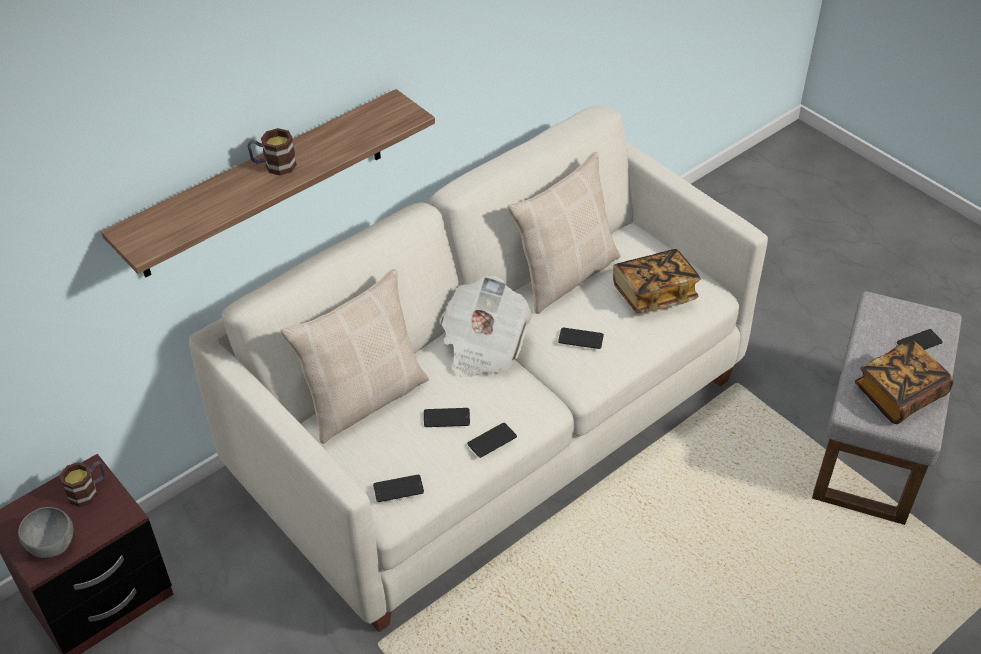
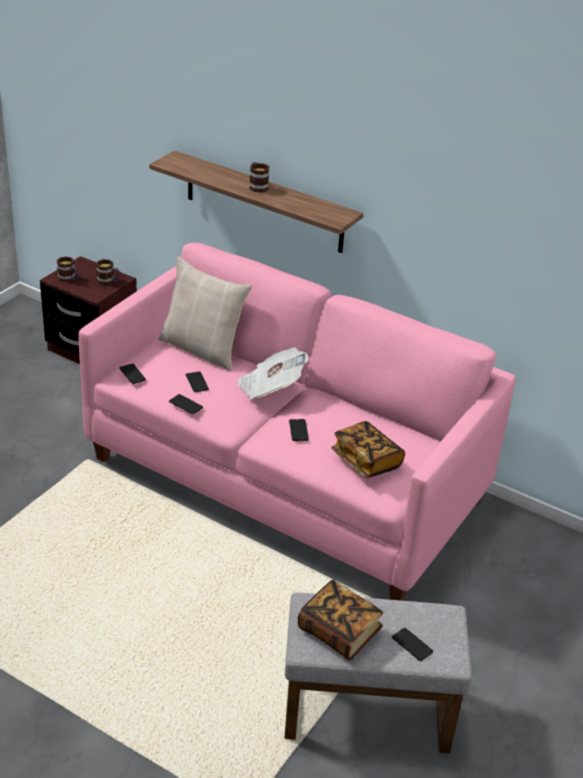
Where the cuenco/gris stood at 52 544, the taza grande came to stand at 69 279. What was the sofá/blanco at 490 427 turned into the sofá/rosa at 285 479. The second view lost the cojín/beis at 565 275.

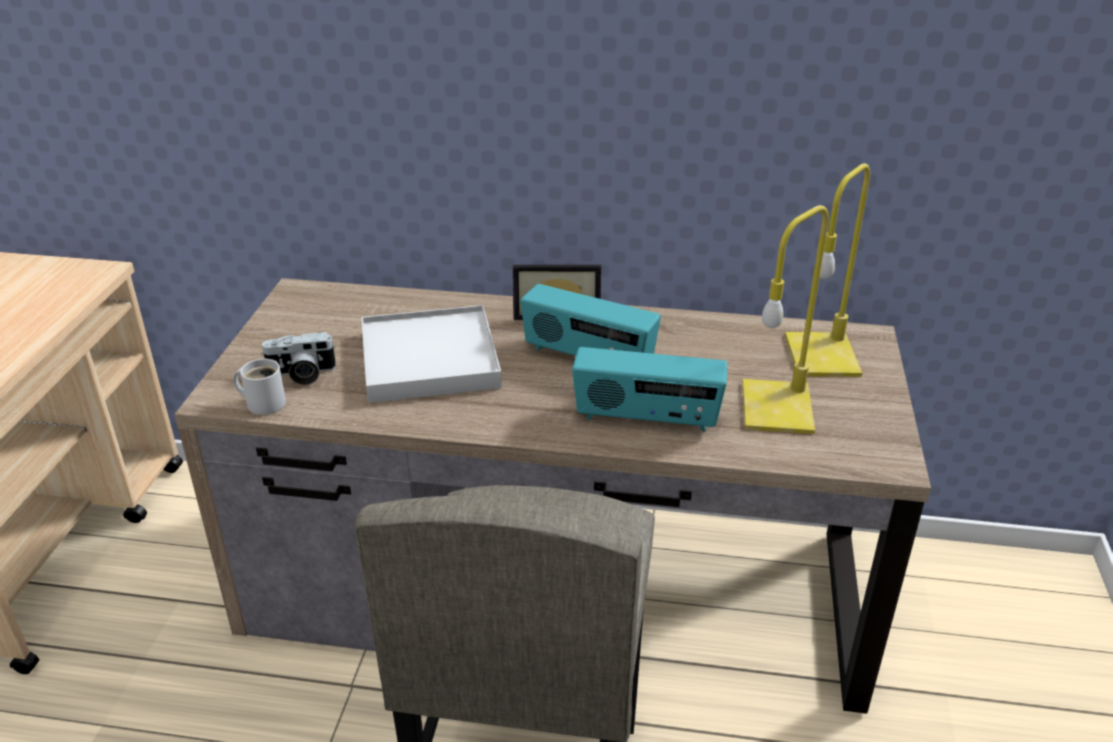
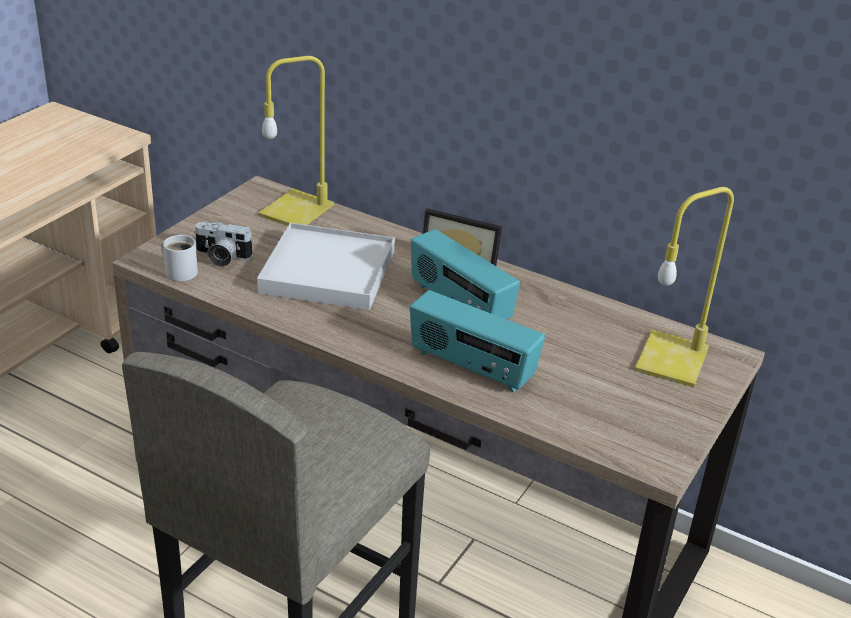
The lámpara de mesa/amarillo ended up elsewhere, having gone from 775 405 to 297 209.

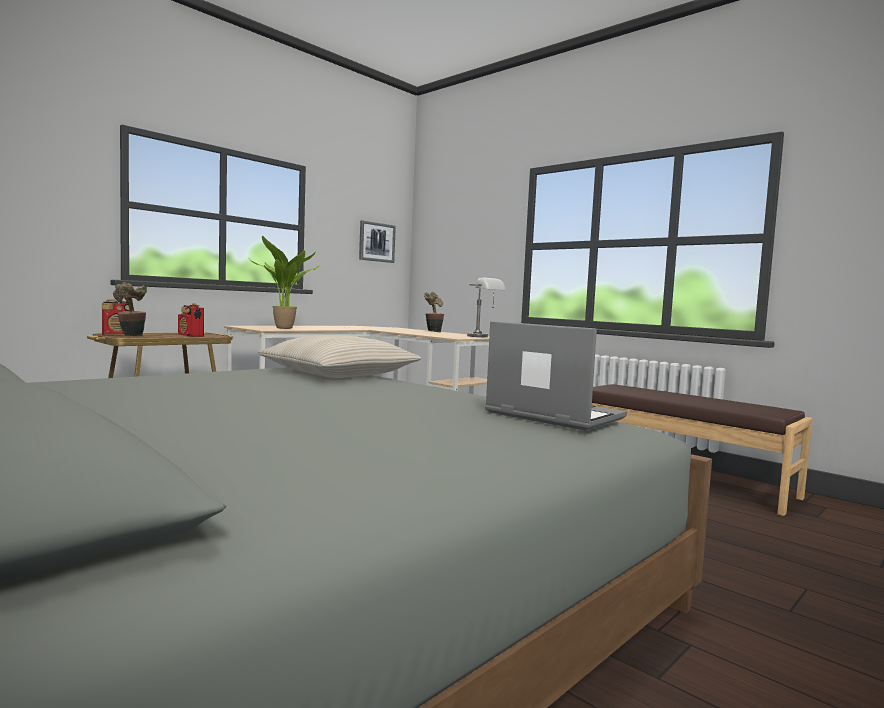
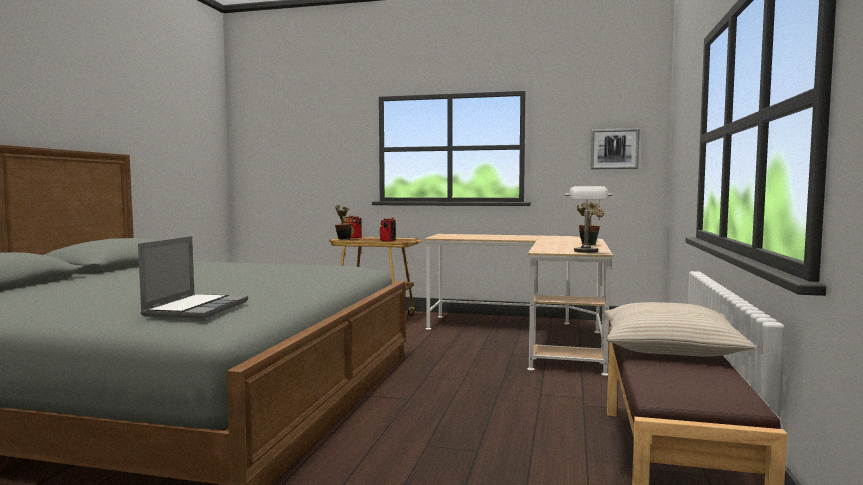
The cojín/beis ended up elsewhere, having gone from 339 374 to 669 347. The second view lost the planta en maceta at 286 328.

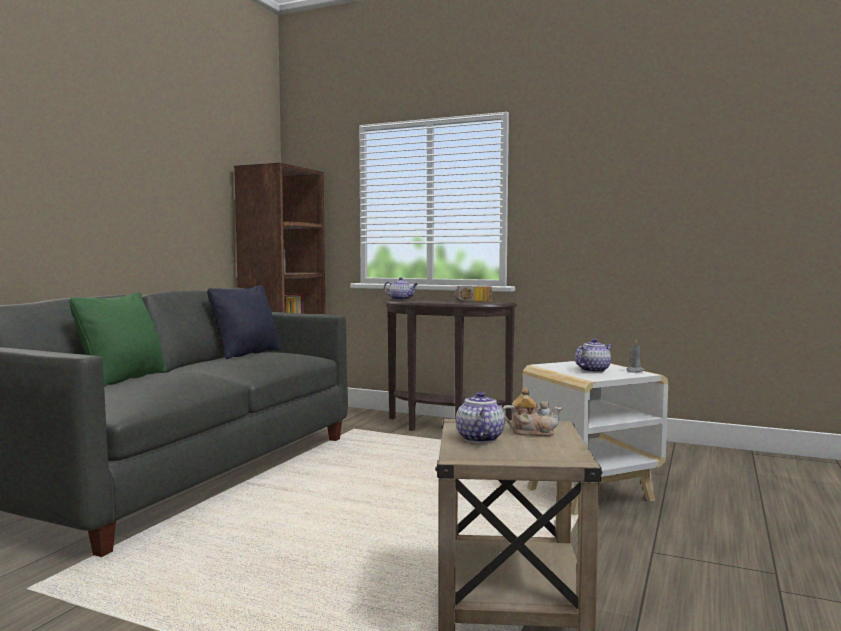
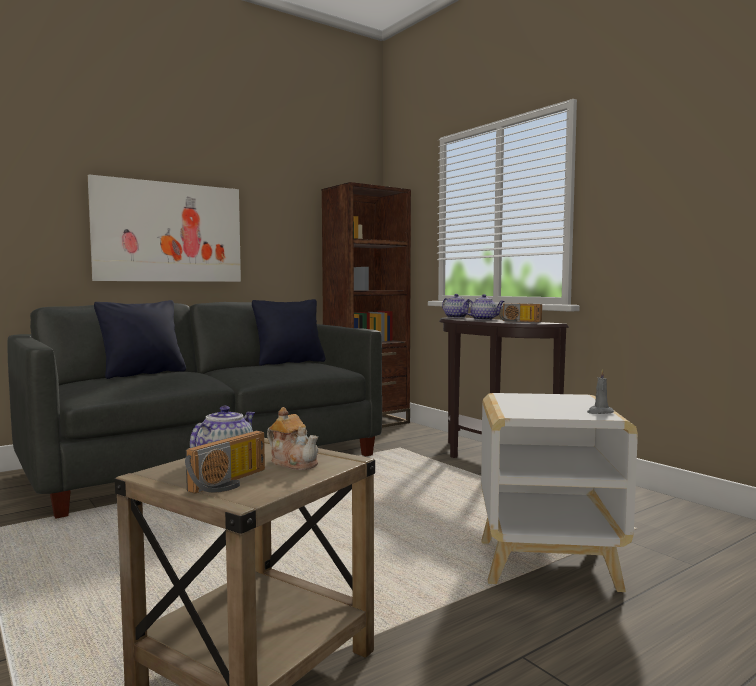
The second view gained the cuadro at 168 232. What was the cojín/verde at 124 379 turned into the cojín/negro at 143 374. The second view gained the radio at 231 483. The tetera ended up elsewhere, having gone from 593 370 to 484 319.

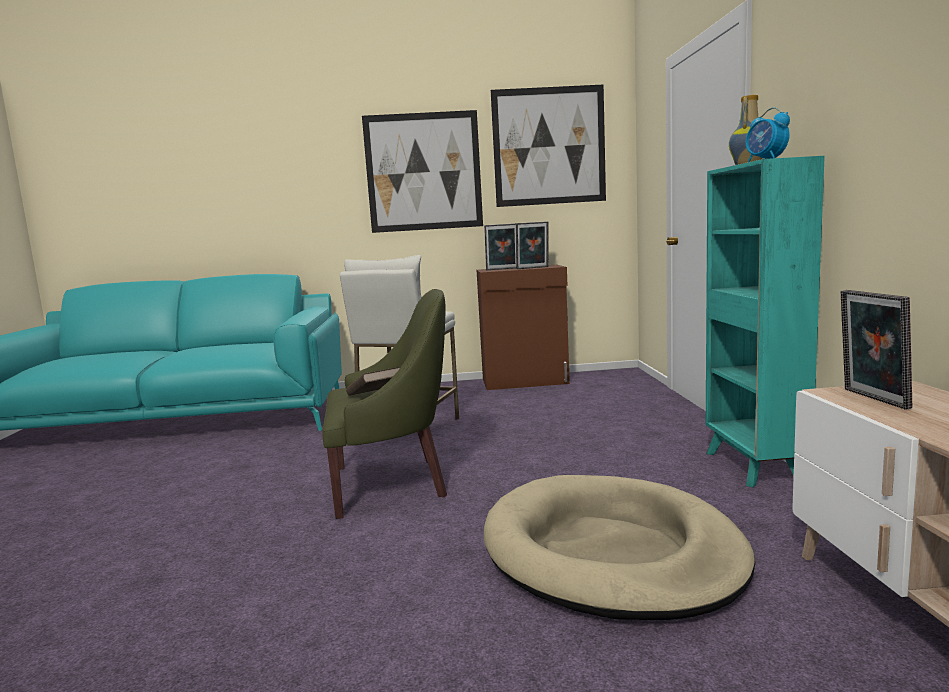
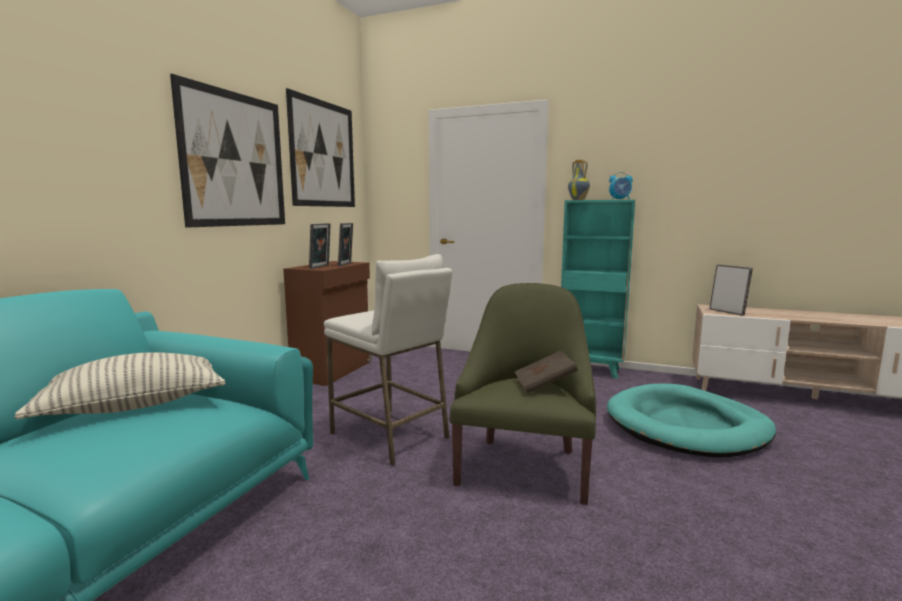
The second view gained the cojín at 134 406. What was the cama para perro/beis at 611 552 turned into the cama para perro/turquesa at 686 426. The portarretratos at 871 399 ended up facing another way, 135 degrees counterclockwise from before.

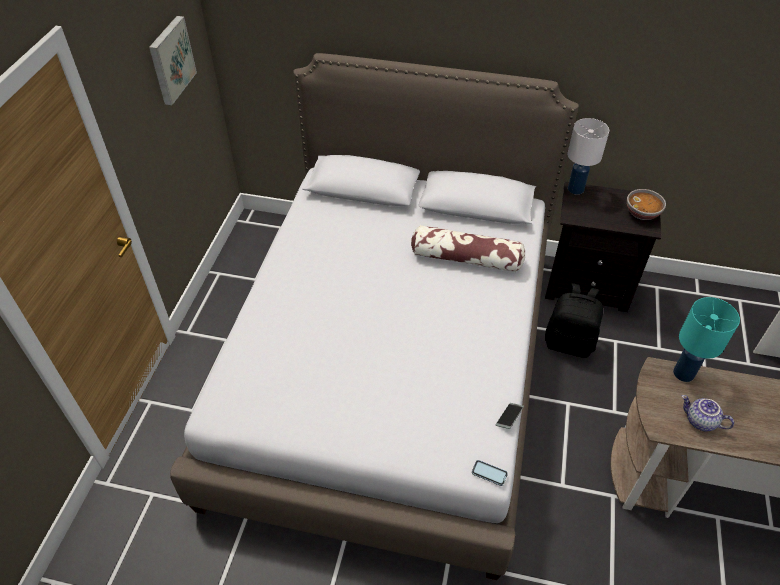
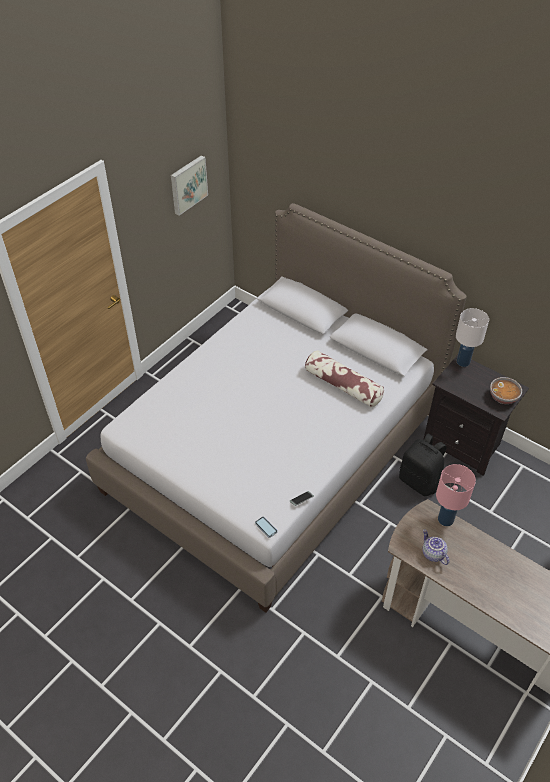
What was the lámpara de mesa/turquesa at 683 373 turned into the lámpara de mesa/rosa at 445 519.

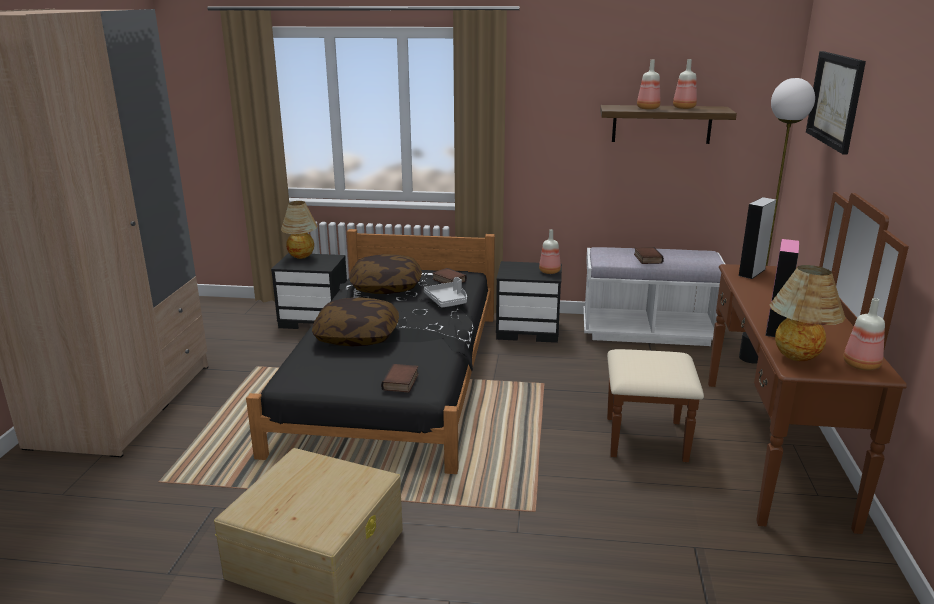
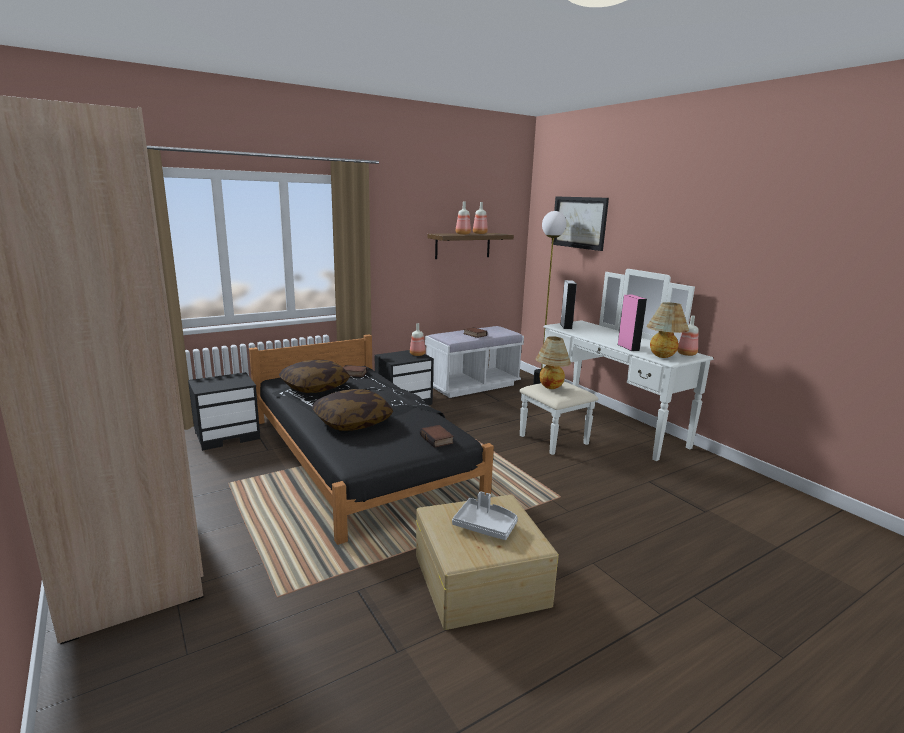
The bandeja/gris ended up elsewhere, having gone from 447 301 to 485 525. What was the cómoda/marrón at 743 445 turned into the cómoda/blanco at 597 428. The lámpara de mesa ended up elsewhere, having gone from 301 257 to 550 388.

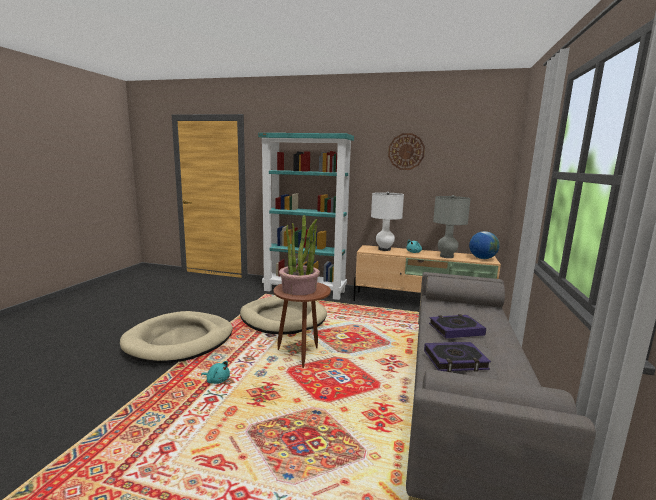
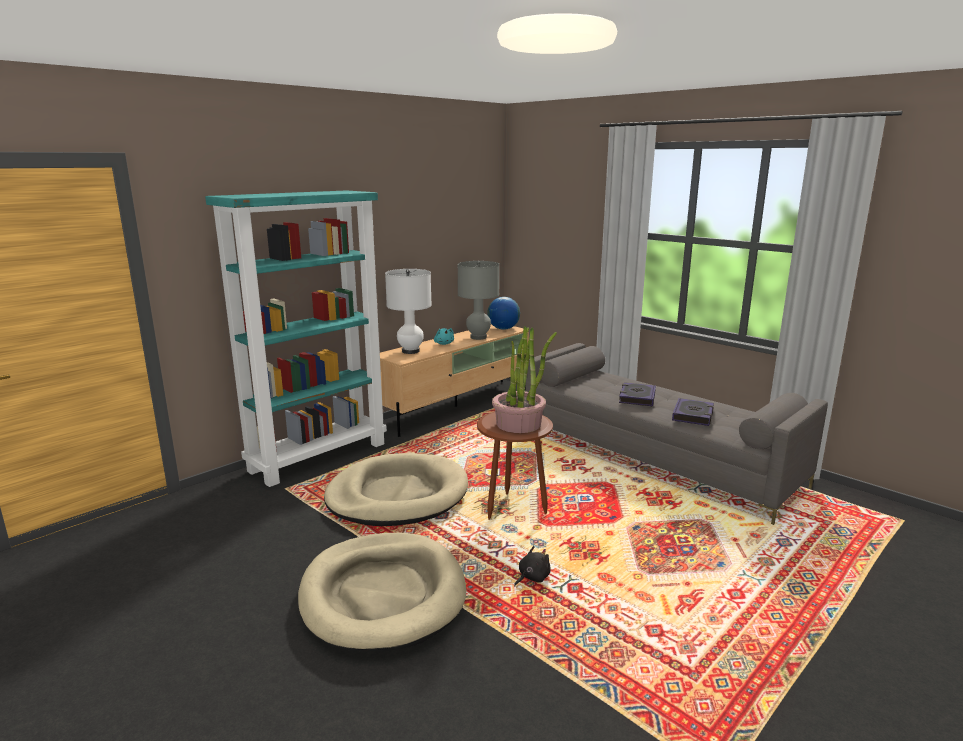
What was the peluche/turquesa at 217 380 turned into the peluche/negro at 532 577. The second view lost the reloj de pared at 406 151.

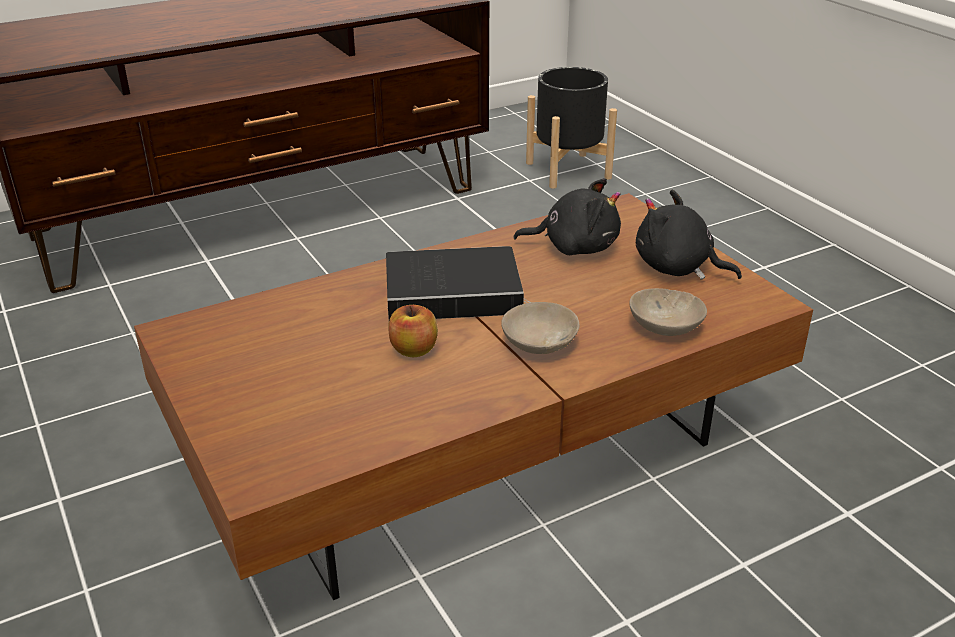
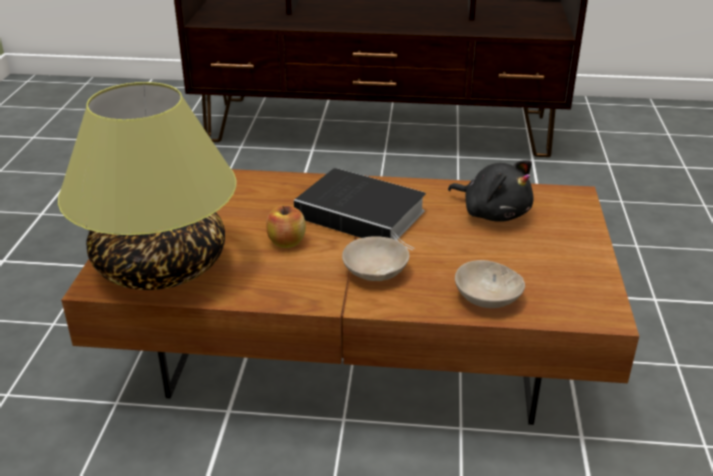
The second view gained the lámpara de mesa at 160 265. The second view lost the maceta/negro at 568 170. The second view lost the peluche/negro at 677 268.

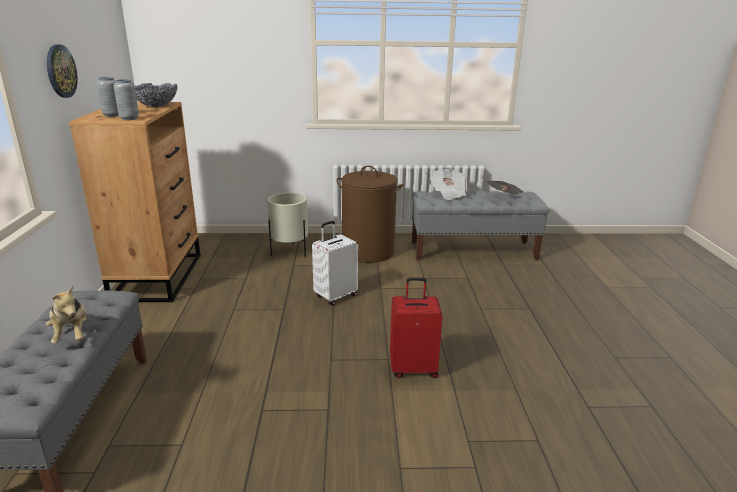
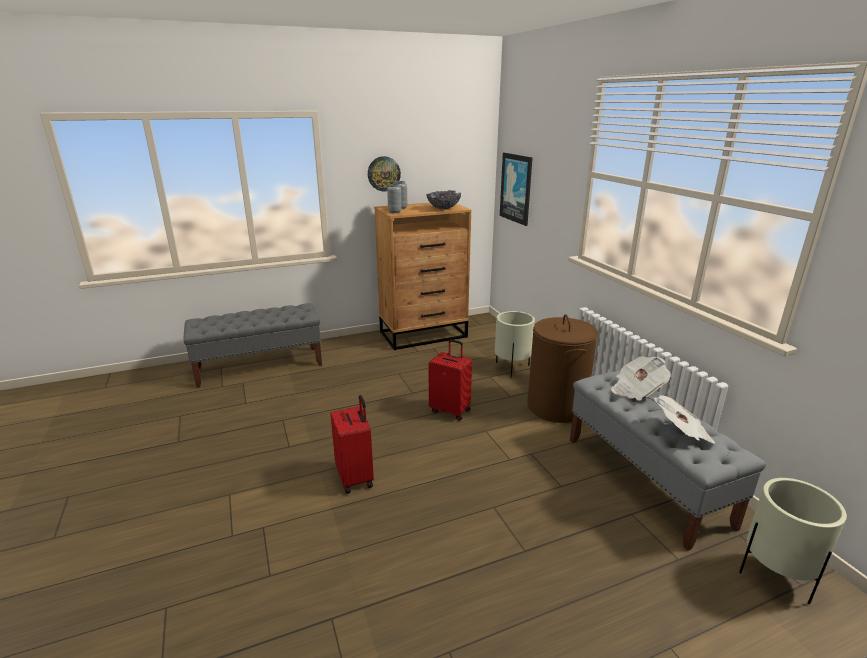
What was the maleta/blanco at 335 296 turned into the maleta/rojo at 450 410. The second view gained the cuadro at 516 188. The second view gained the maceta/beis at 775 576. The second view lost the peluche at 72 334.

